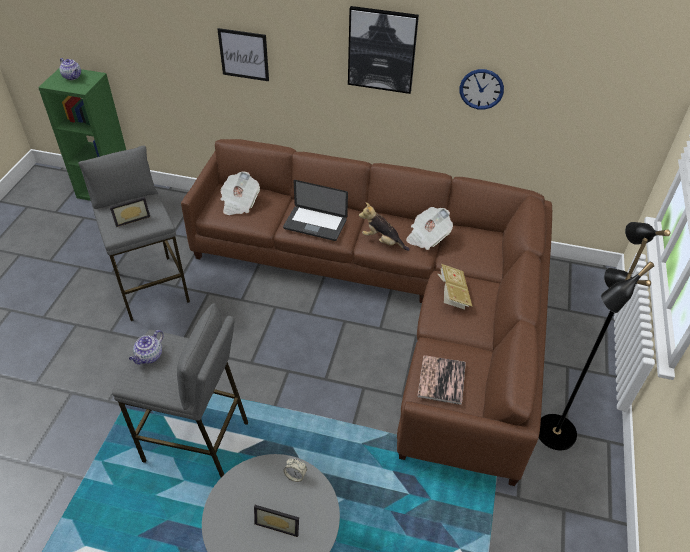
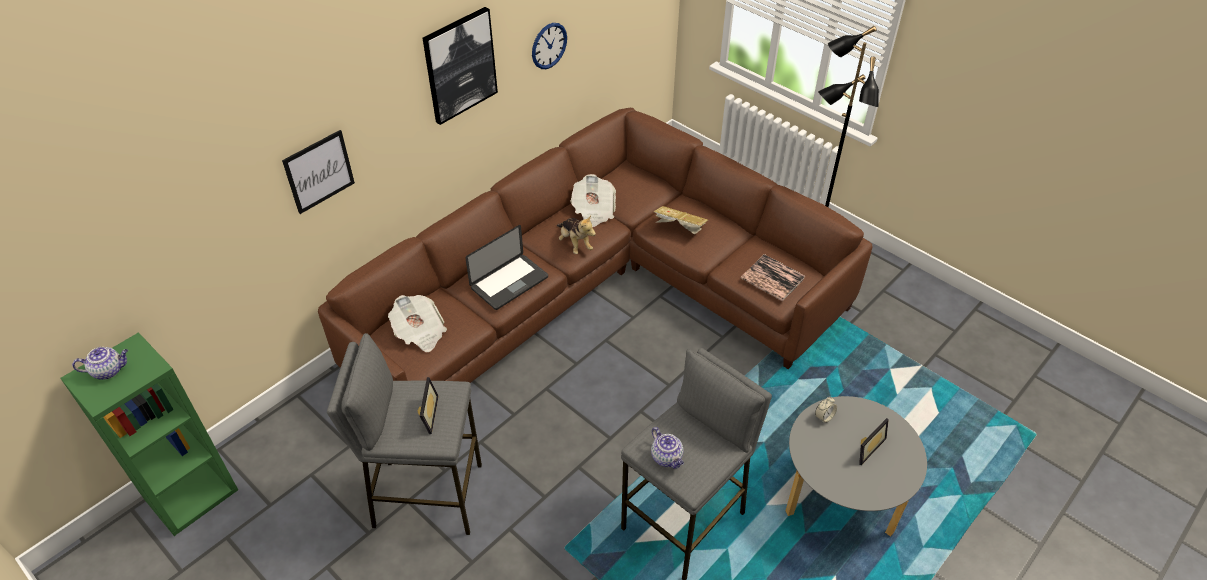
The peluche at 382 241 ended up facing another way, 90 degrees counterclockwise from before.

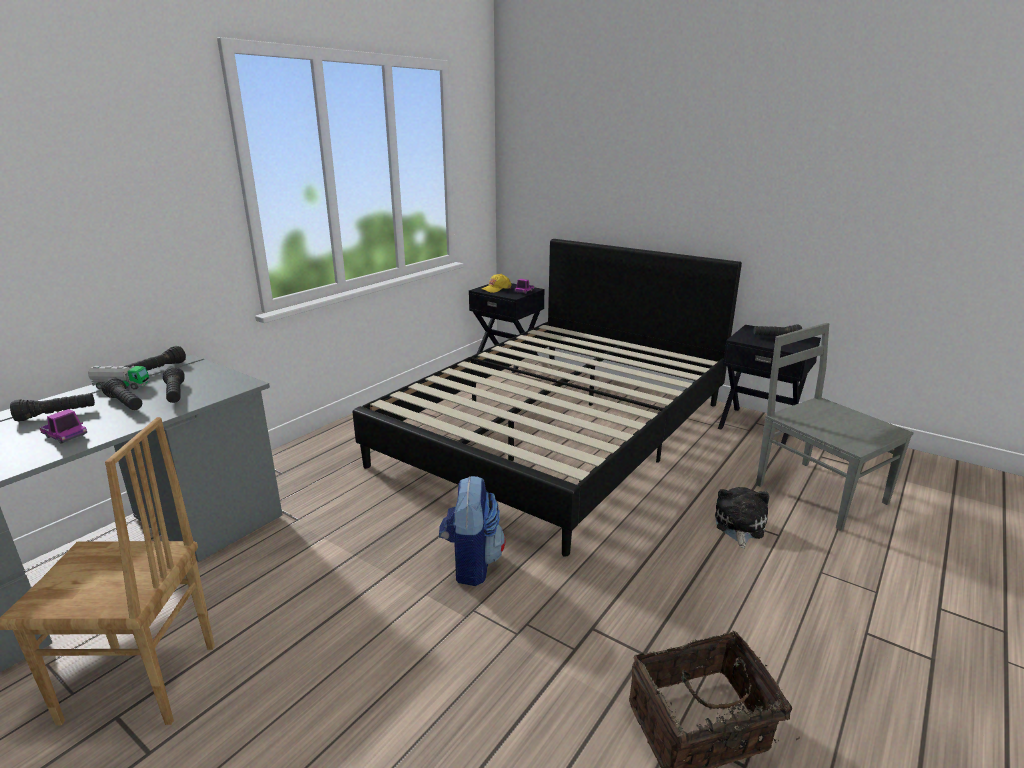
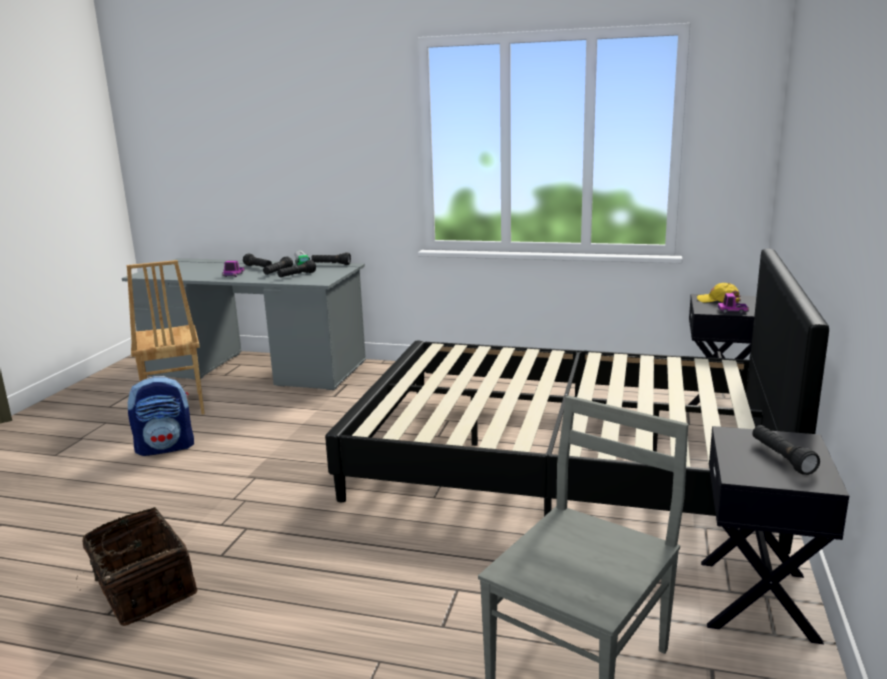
The mochila ended up elsewhere, having gone from 471 563 to 166 447. The second view lost the peluche at 739 526.

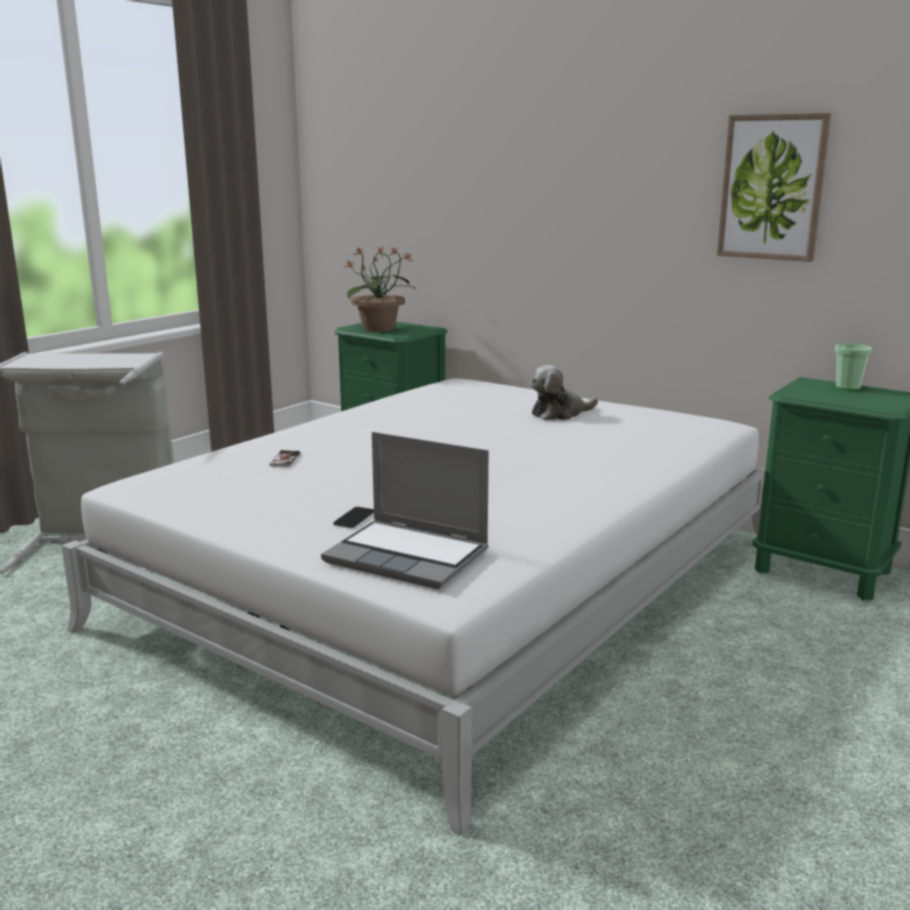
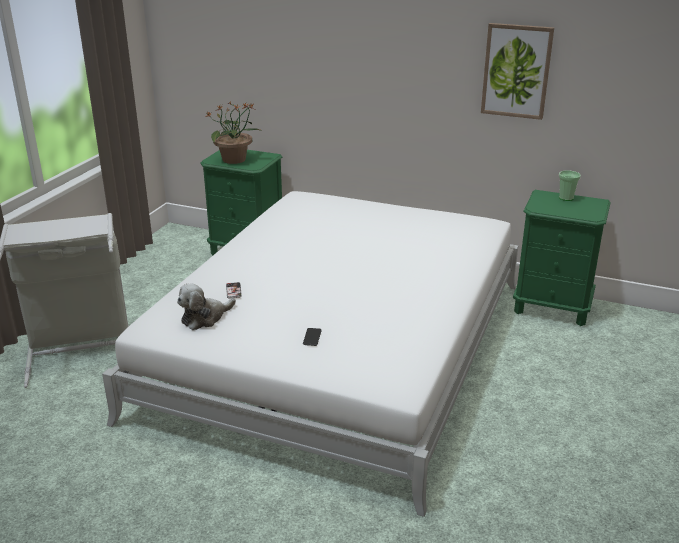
The peluche ended up elsewhere, having gone from 559 413 to 205 318. The second view lost the portátil at 409 556.

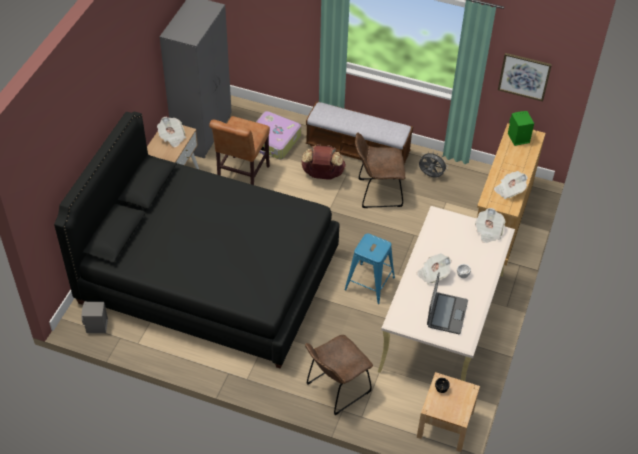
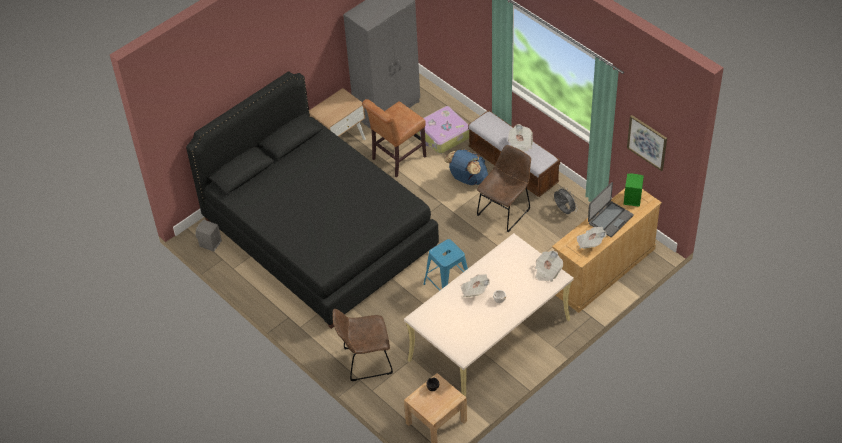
What was the mochila/marrón at 322 175 turned into the mochila/azul at 467 179. The silla/marrón at 377 193 ended up facing another way, 105 degrees clockwise from before. The periódico ended up elsewhere, having gone from 172 137 to 520 144. The portátil ended up elsewhere, having gone from 446 313 to 610 219.

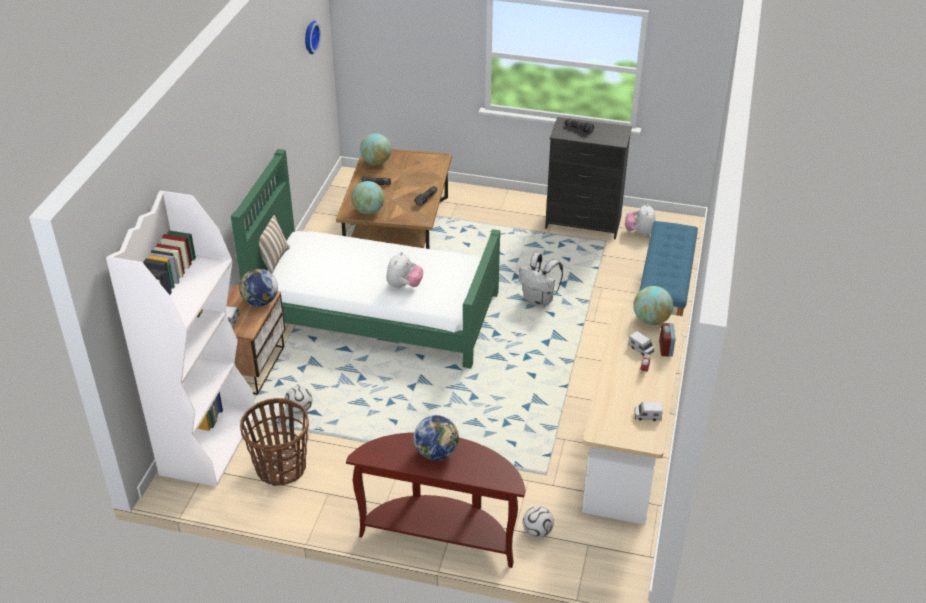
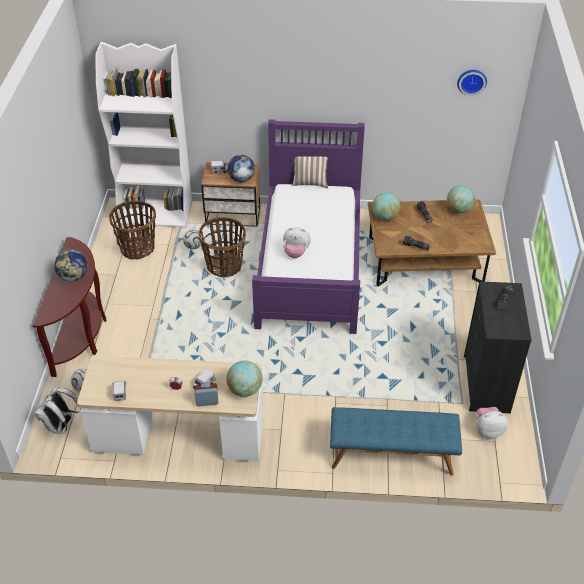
The mochila/blanco ended up elsewhere, having gone from 539 300 to 61 425. The second view gained the cesta at 224 266. What was the cama/verde at 374 311 turned into the cama/morado at 310 265.

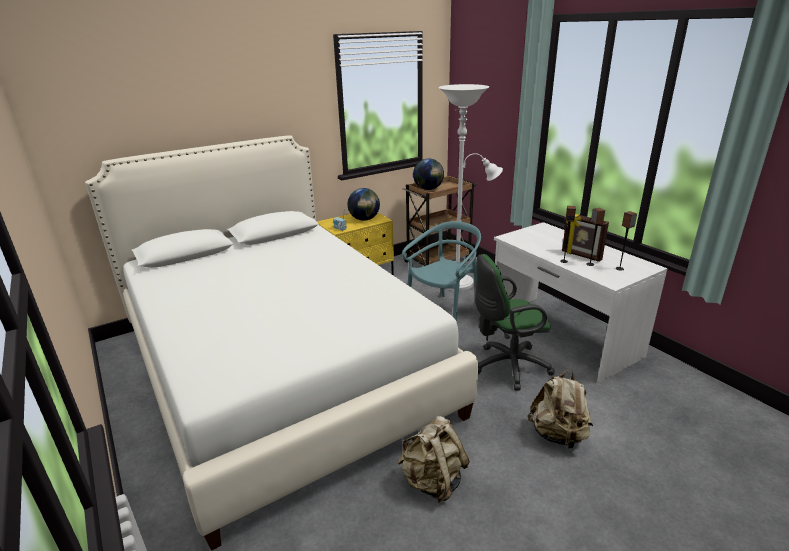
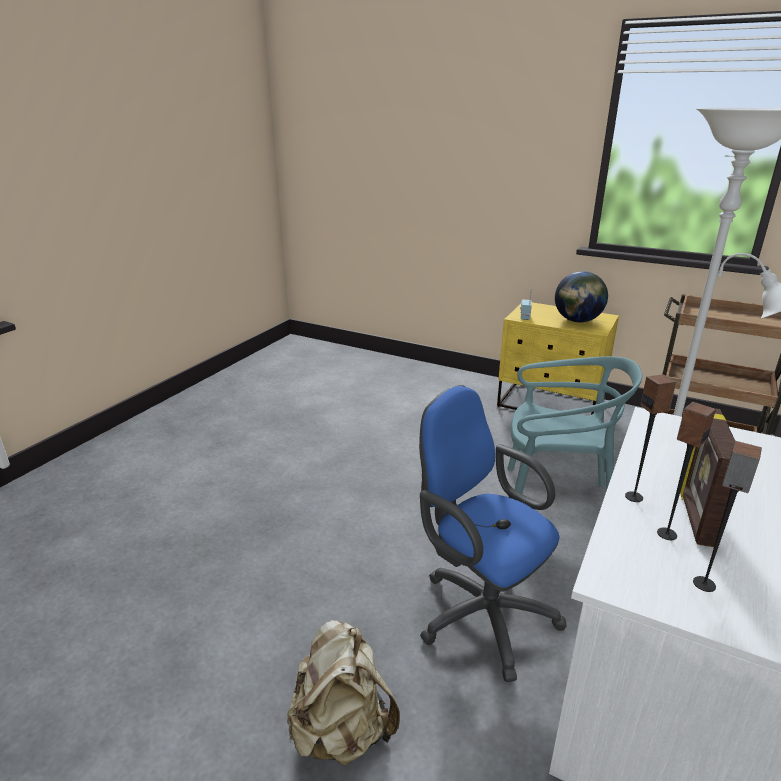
What was the silla de oficina/verde at 507 367 turned into the silla de oficina/azul at 480 612. The second view lost the cama/blanco at 282 370. The second view lost the mochila/beis at 433 481. The second view lost the globo terráqueo at 428 189.

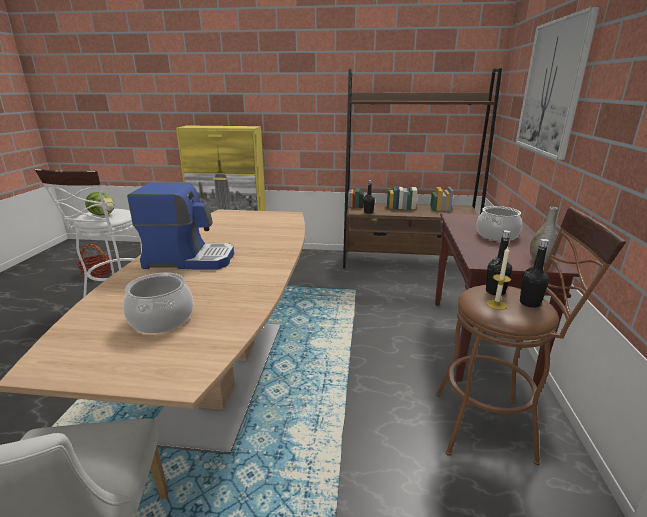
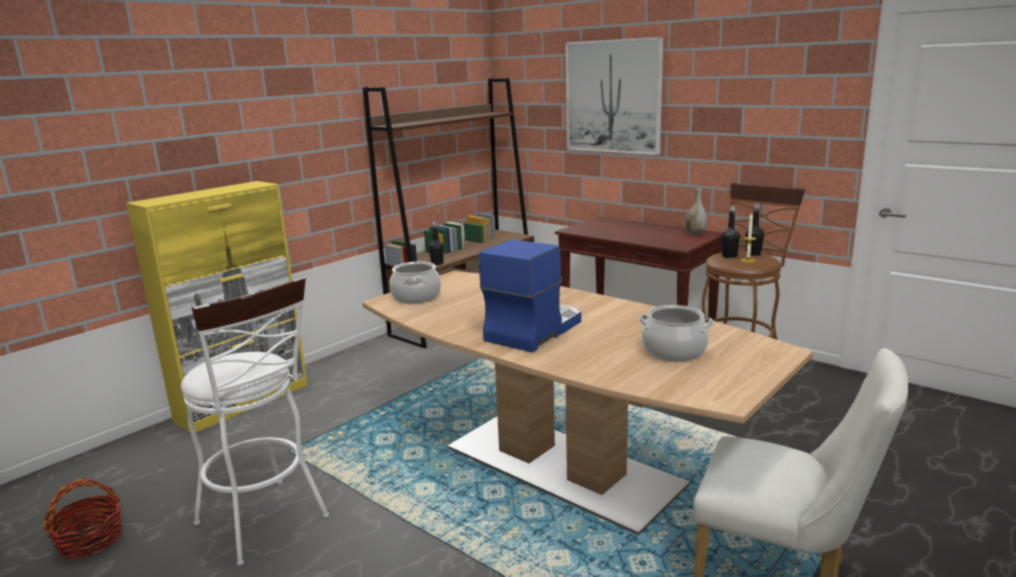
The olla ended up elsewhere, having gone from 496 235 to 416 297. The second view lost the lechuga at 103 215.

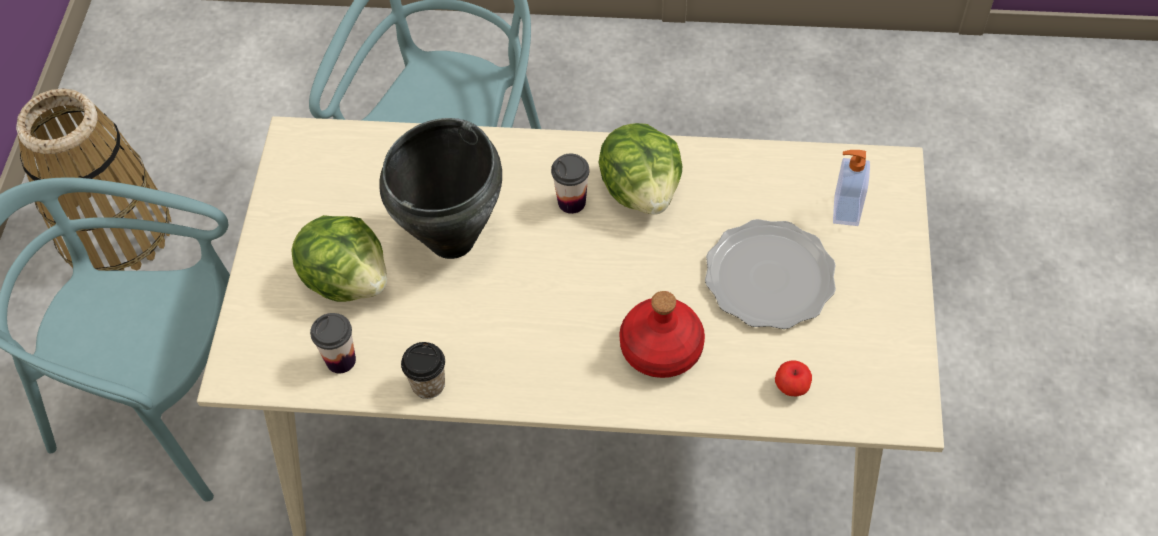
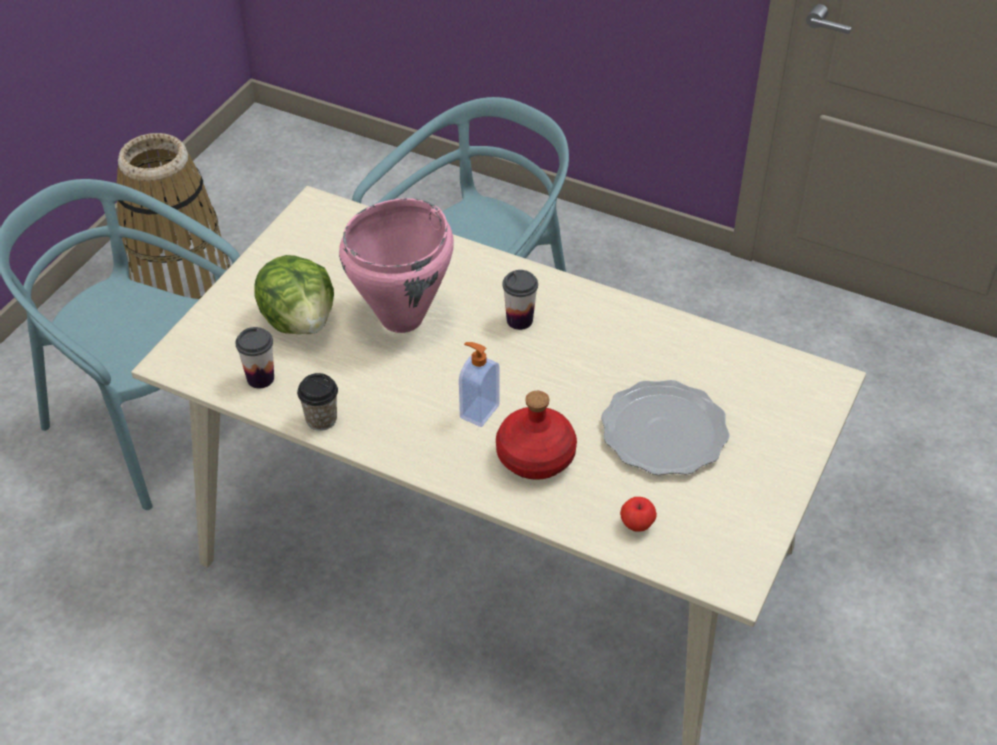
What was the olla/negro at 453 239 turned into the olla/rosa at 403 318. The dispensador de jabón ended up elsewhere, having gone from 844 210 to 478 411. The second view lost the lechuga at 641 190.

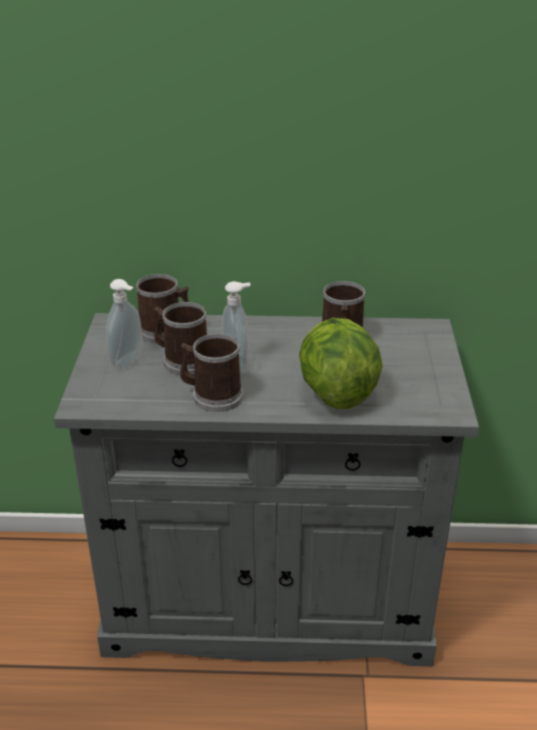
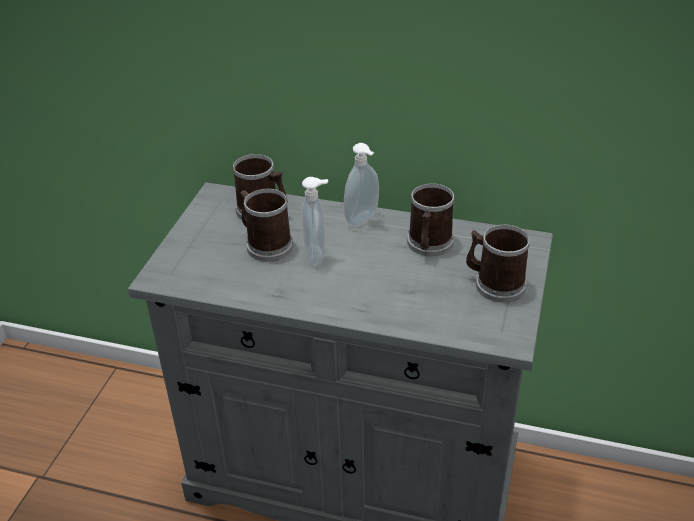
The dispensador de jabón ended up elsewhere, having gone from 129 362 to 363 220. The taza grande ended up elsewhere, having gone from 212 396 to 494 284. The second view lost the lechuga at 335 392.

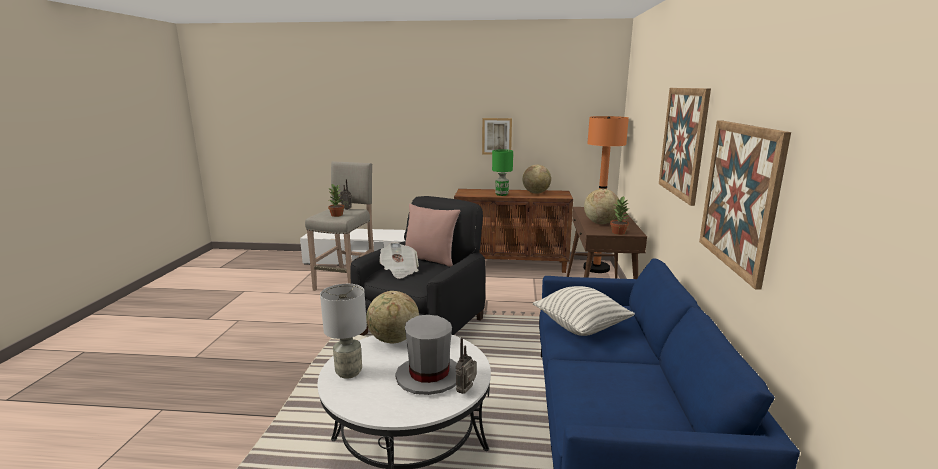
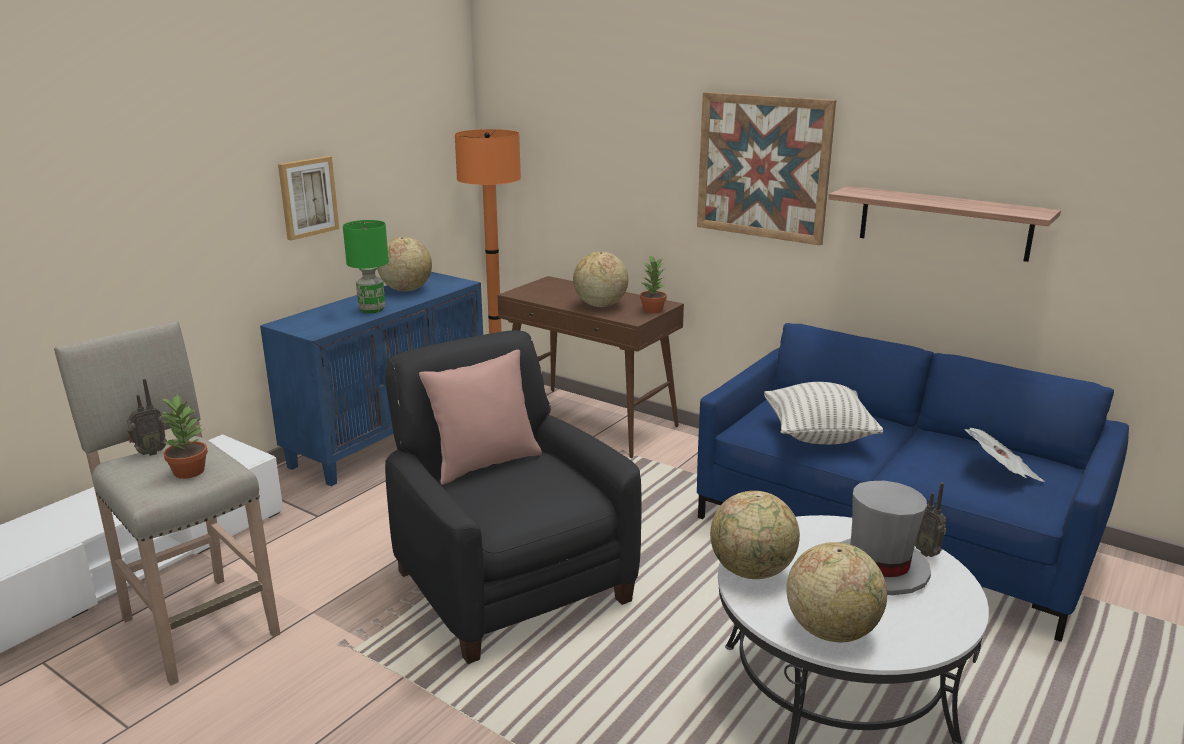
What was the armario/marrón at 511 265 turned into the armario/azul at 390 436. Where the lámpara de mesa/gris stood at 349 372, the globo terráqueo came to stand at 831 630. Where the cuadro hung at 739 196, the estante came to hang at 944 223. The periódico ended up elsewhere, having gone from 399 270 to 1000 473.

